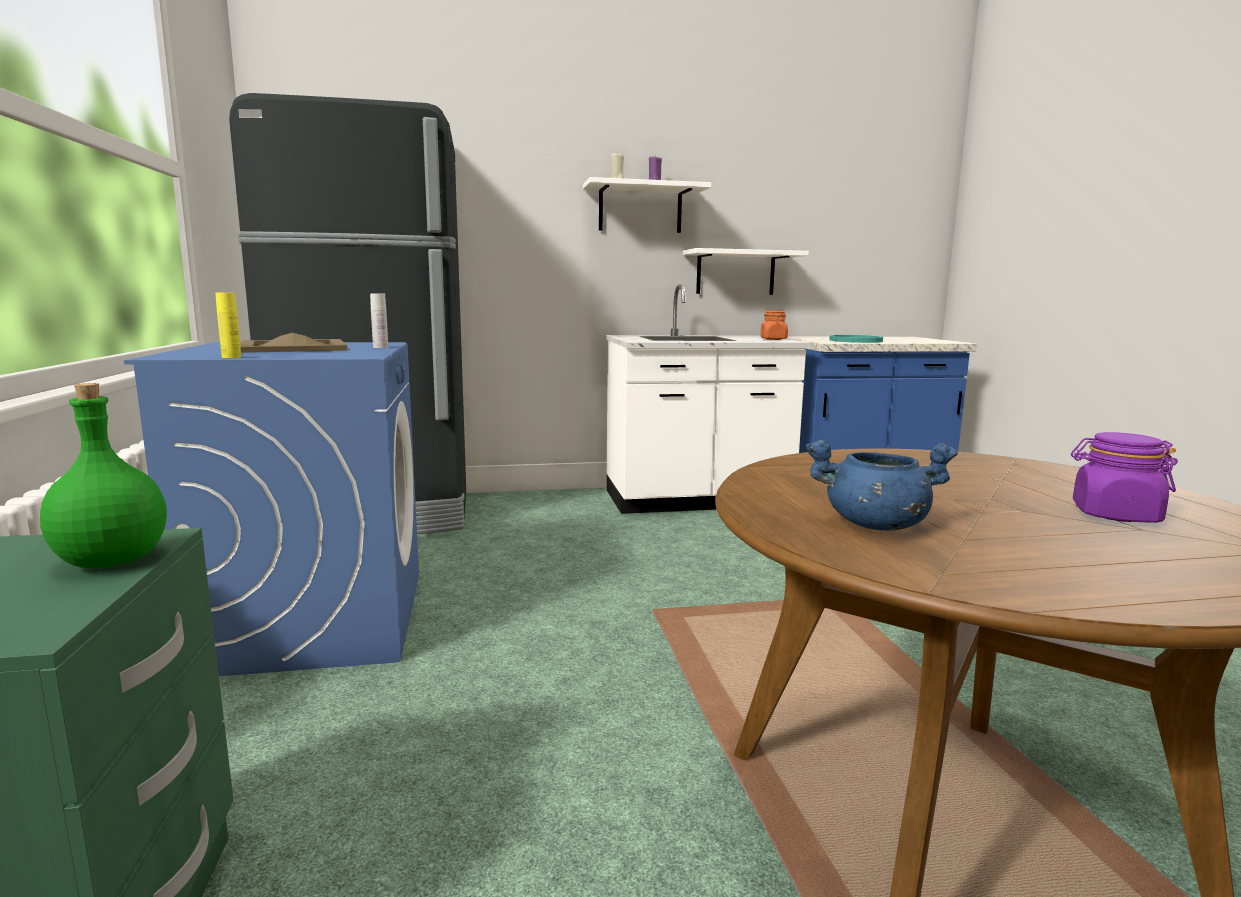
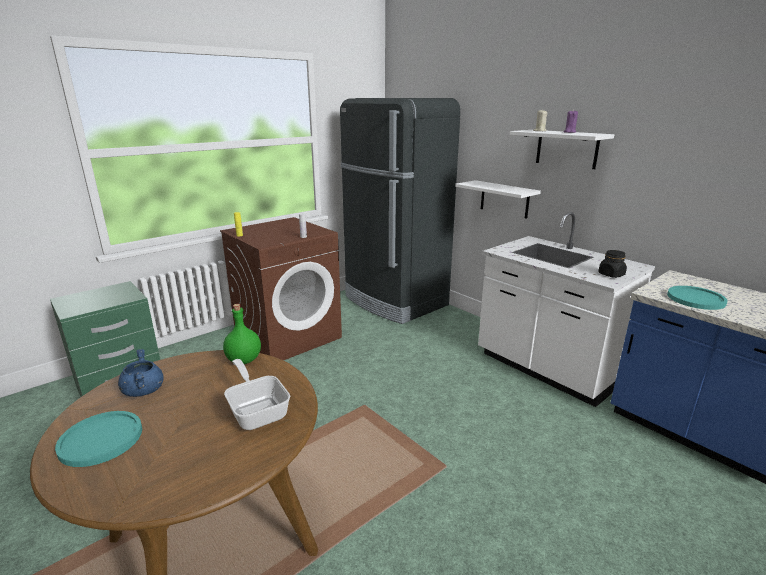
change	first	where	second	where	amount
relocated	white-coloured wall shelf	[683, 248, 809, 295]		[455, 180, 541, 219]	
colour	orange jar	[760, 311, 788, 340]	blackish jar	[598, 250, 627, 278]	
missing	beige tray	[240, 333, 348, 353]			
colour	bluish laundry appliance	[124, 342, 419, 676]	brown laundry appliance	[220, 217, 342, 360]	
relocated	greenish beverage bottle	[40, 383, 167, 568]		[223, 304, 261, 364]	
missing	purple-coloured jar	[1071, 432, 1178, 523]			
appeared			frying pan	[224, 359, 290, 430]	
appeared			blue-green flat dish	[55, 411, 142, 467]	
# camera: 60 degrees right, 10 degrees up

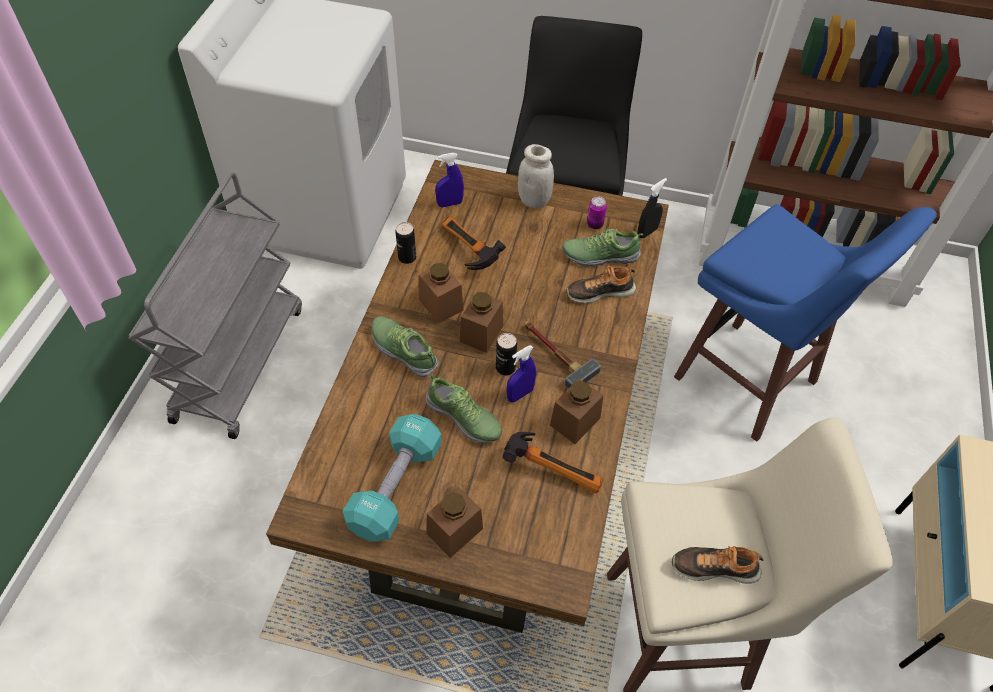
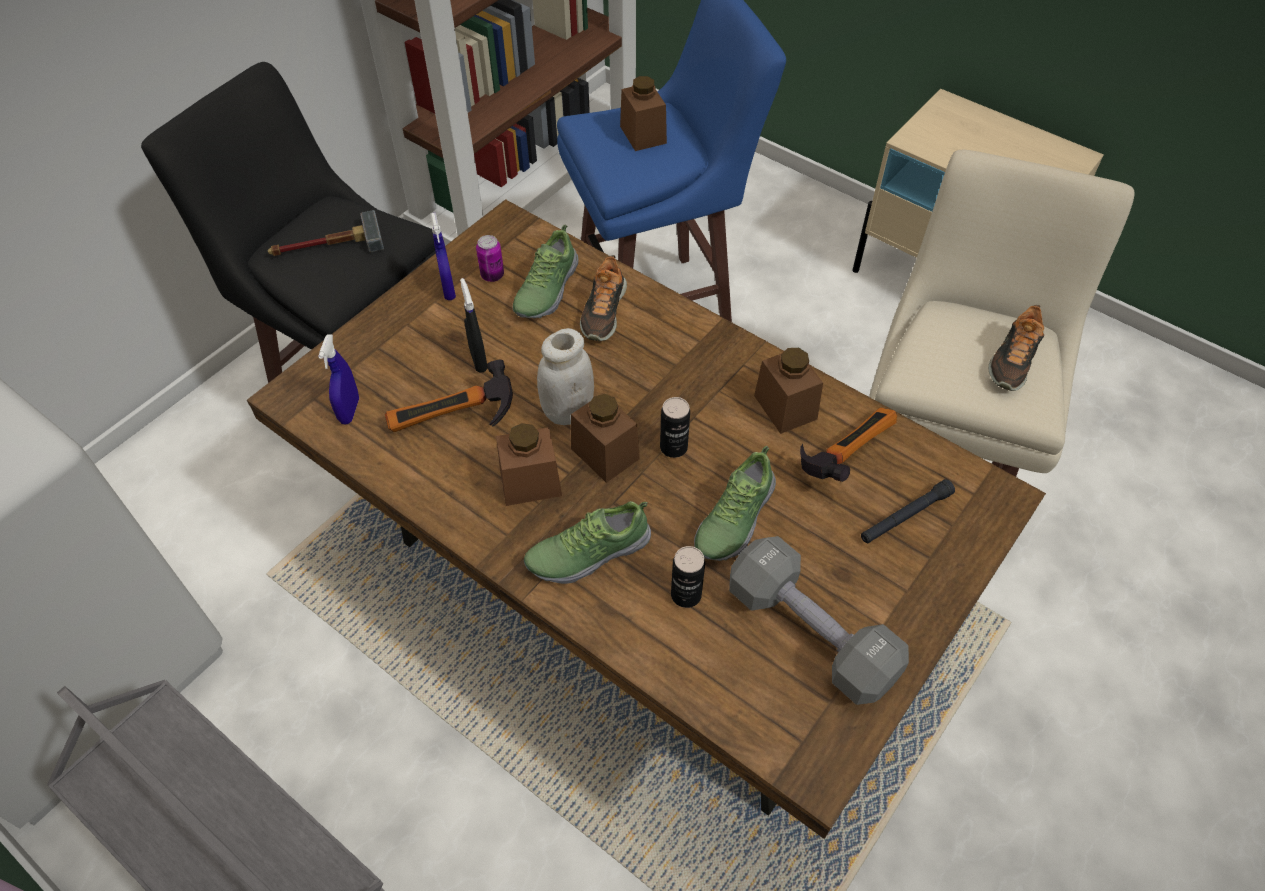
change	first	where	second	where	amount
relocated	white-coloured jar	[518, 144, 554, 209]		[537, 328, 594, 425]	
relocated	blackish sprayer	[637, 178, 667, 238]		[460, 278, 488, 372]	
relocated	metal can	[395, 222, 416, 264]		[671, 546, 705, 608]	
relocated	tool hammer	[524, 321, 601, 389]		[268, 210, 384, 256]	
relocated	bluish sprayer	[506, 345, 536, 402]		[430, 212, 456, 300]	
spun	shoe	[426, 374, 502, 443]		[694, 446, 776, 561]	150 degrees clockwise
colour	blue-green hand weight	[342, 414, 442, 542]	grey hand weight	[729, 536, 909, 705]	
relocated	brown jar	[426, 487, 483, 558]		[620, 76, 667, 151]	
appeared			blackish hand torch	[861, 479, 955, 543]	
# camera: 65 degrees left, 0 degrees up

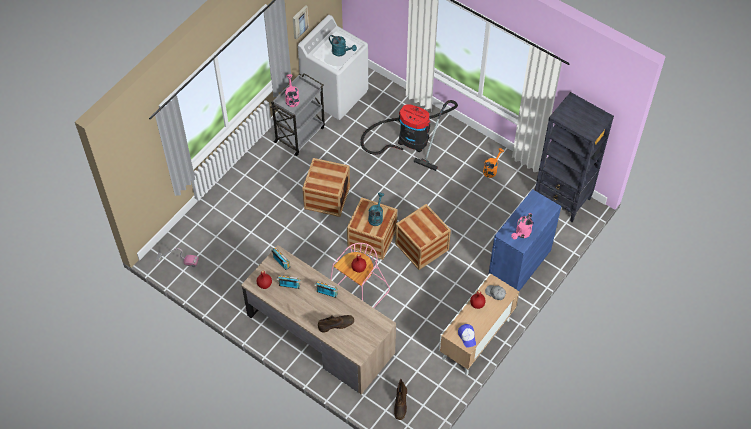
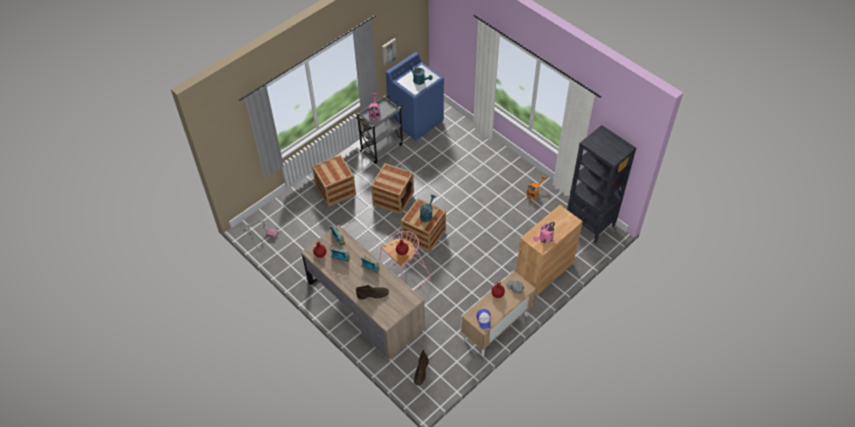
change	first	where	second	where	amount
colour	white-coloured laundry appliance	[298, 15, 368, 120]	bluish laundry appliance	[386, 52, 444, 140]	
missing	vacuum	[361, 100, 458, 171]			
colour	bluish storage cabinet	[488, 189, 561, 291]	brown storage cabinet	[516, 205, 583, 297]	
relocated	shipping crate	[395, 204, 451, 270]		[312, 155, 356, 207]	
# camera: 10 degrees right, 5 degrees down

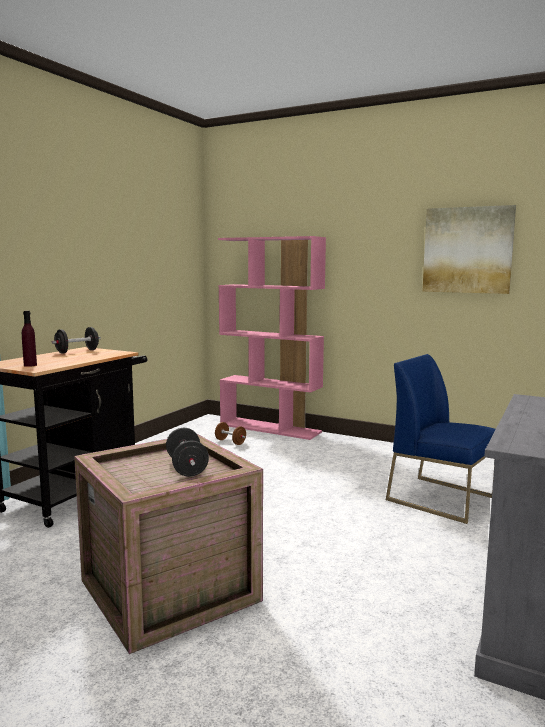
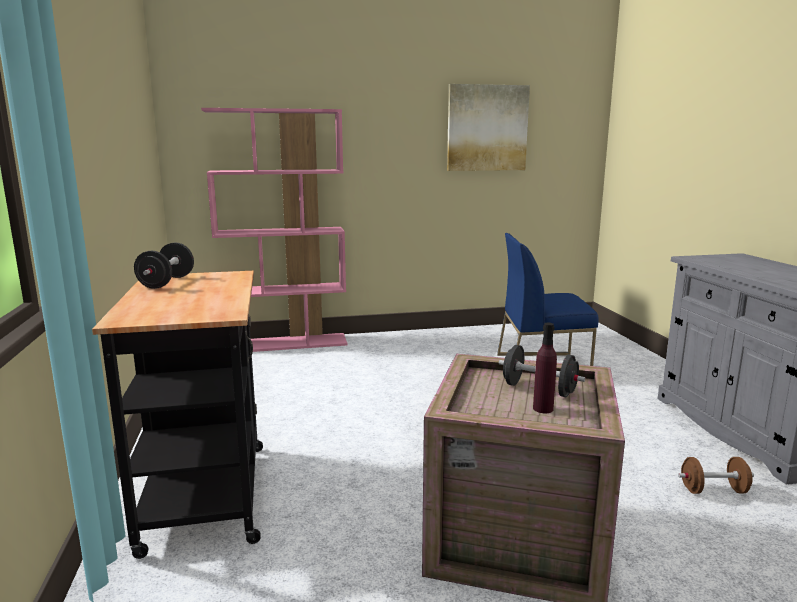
change	first	where	second	where	amount
relocated	purple-coloured beverage bottle	[22, 311, 37, 367]		[533, 323, 557, 413]	
relocated	brown hand weight	[215, 422, 246, 445]		[678, 457, 754, 494]	
# camera: 40 degrees left, 5 degrees up

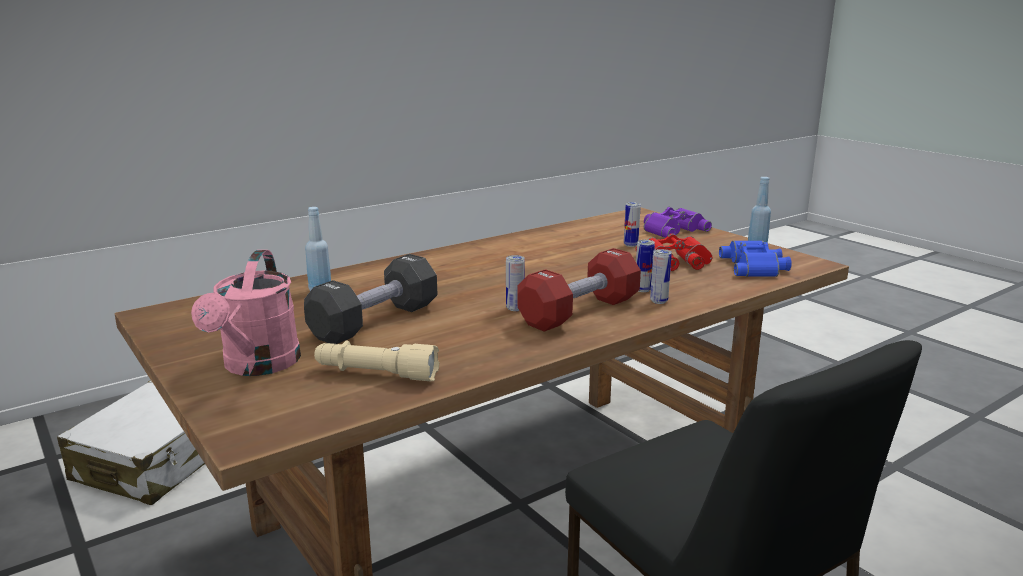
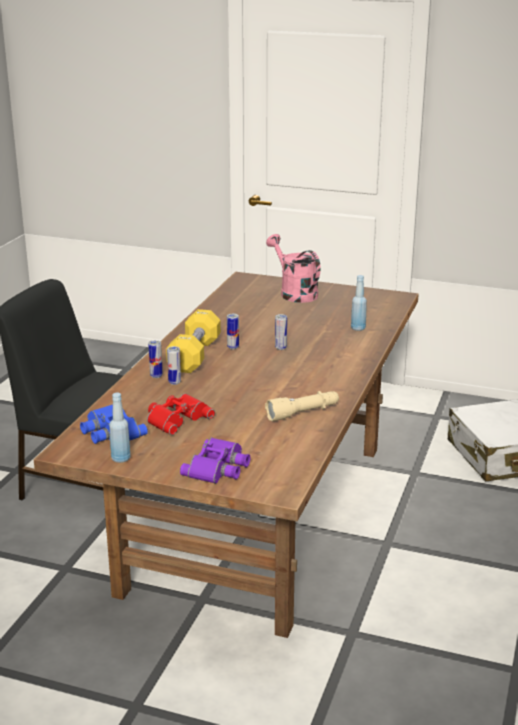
change	first	where	second	where	amount
relocated	metal can	[624, 202, 641, 247]		[275, 314, 287, 350]	
colour	red-coloured hand weight	[517, 248, 641, 332]	yellowish hand weight	[166, 309, 221, 373]	
missing	blackish hand weight	[304, 254, 437, 344]			
relocated	beige hand torch	[314, 341, 439, 381]		[265, 391, 339, 421]	
# camera: 145 degrees right, 5 degrees up

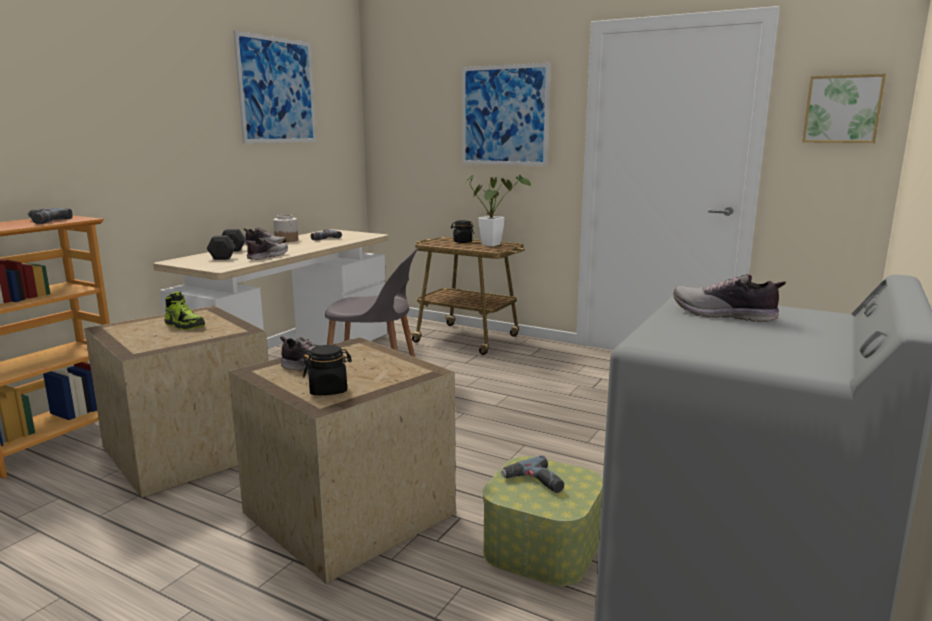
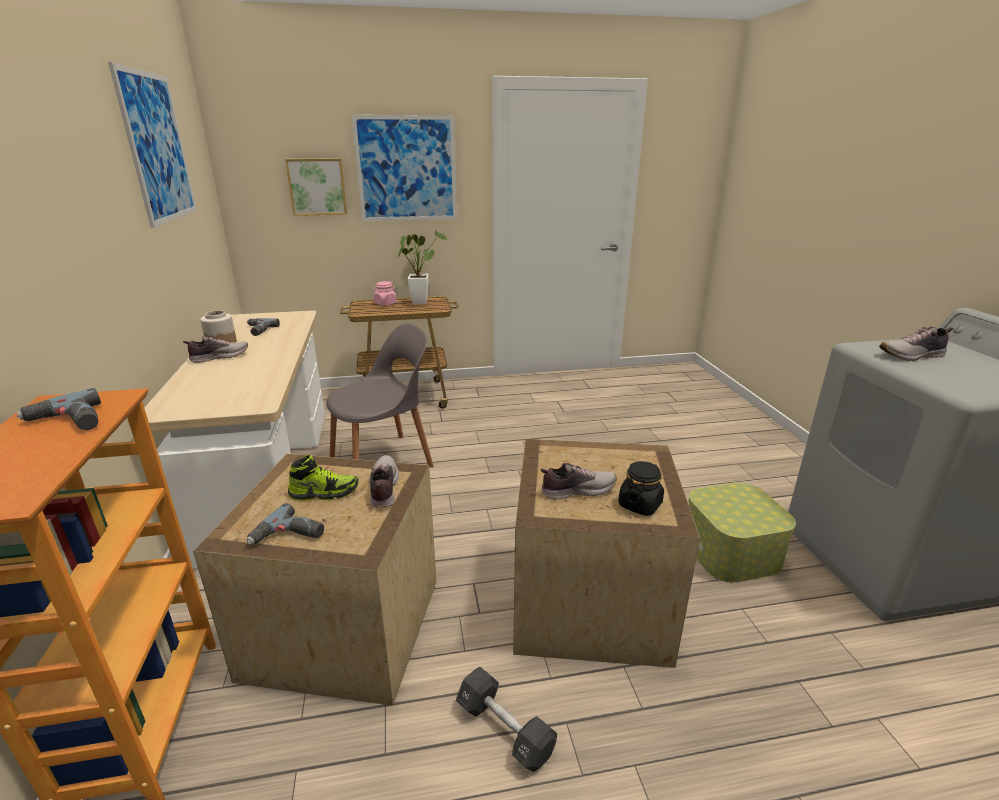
change	first	where	second	where	amount
relocated	wall picture	[802, 74, 886, 143]		[285, 158, 347, 216]	
colour	blackish jar	[451, 220, 474, 243]	pink jar	[373, 281, 397, 306]	
relocated	blackish hand weight	[207, 229, 246, 260]		[456, 667, 557, 772]	
relocated	shoe	[246, 238, 288, 260]		[369, 455, 399, 508]	
relocated	drill	[501, 455, 564, 493]		[247, 503, 324, 544]	
# camera: 40 degrees left, 10 degrees up

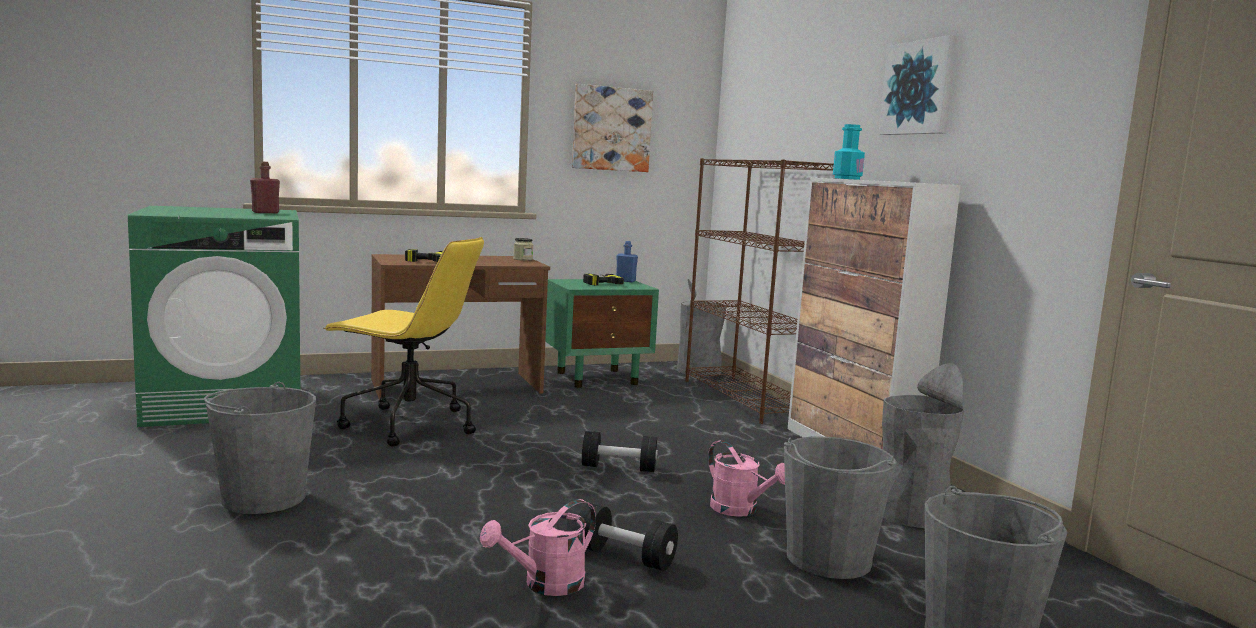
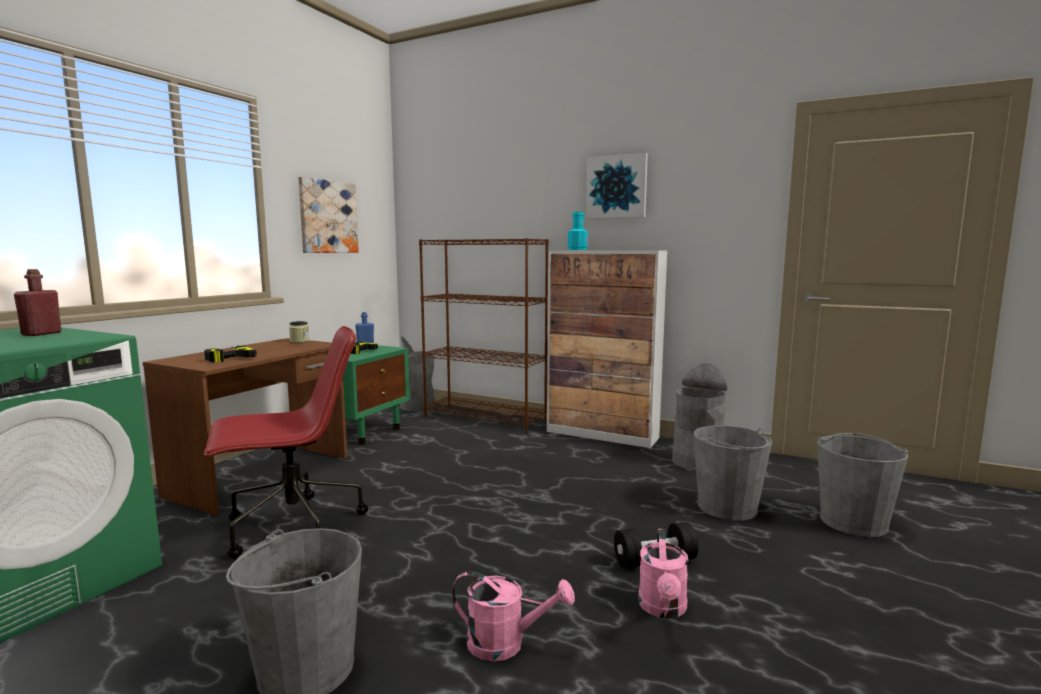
change	first	where	second	where	amount
colour	yellowish office chair	[323, 237, 484, 447]	red-coloured office chair	[204, 326, 368, 559]	
missing	blackish hand weight	[582, 431, 658, 472]			
relocated	pink sprinkling can	[708, 440, 785, 517]		[452, 571, 575, 661]	
# camera: 40 degrees left, 0 degrees up

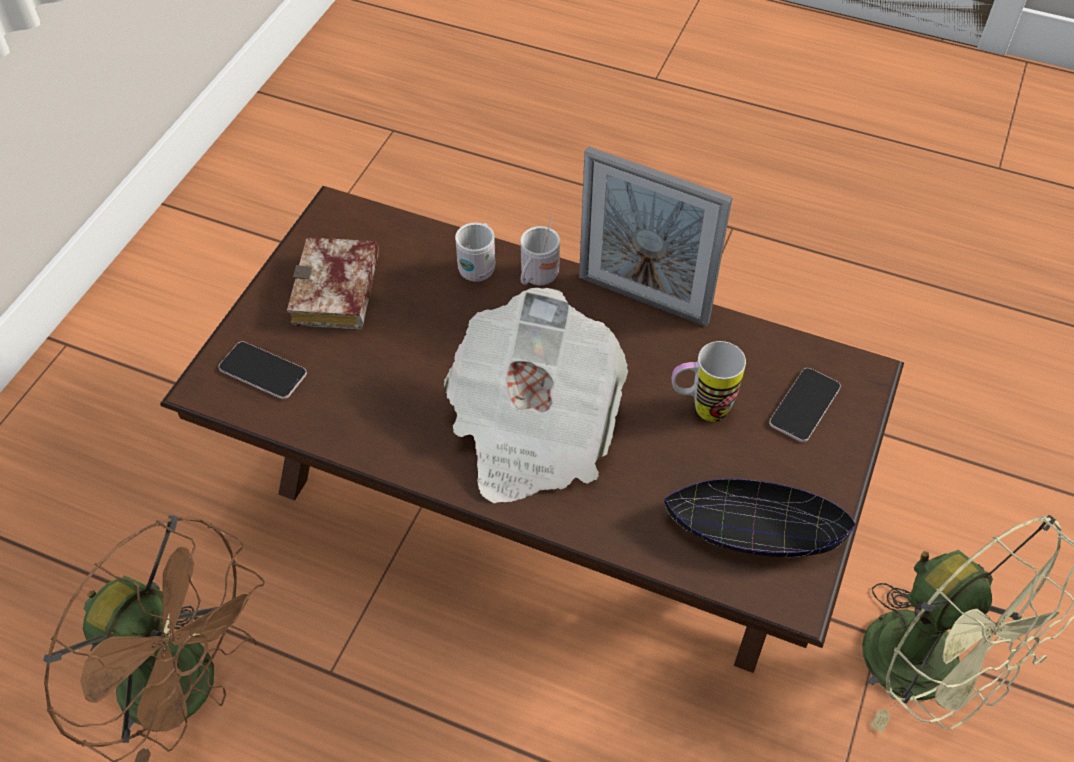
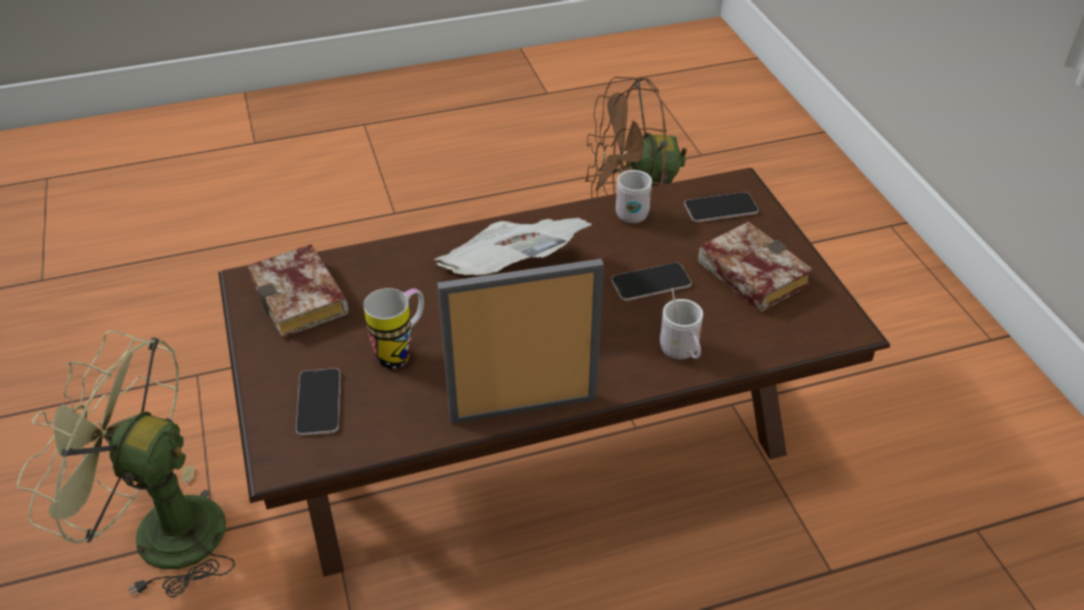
change	first	where	second	where	amount
relocated	white-coloured tea mug	[520, 216, 560, 285]		[616, 170, 652, 223]	
exchanged	blackish deep dish	[664, 479, 856, 557]	bound book	[247, 244, 348, 338]	
appeared			telephone	[611, 262, 692, 301]	
# camera: 140 degrees right, 10 degrees down

